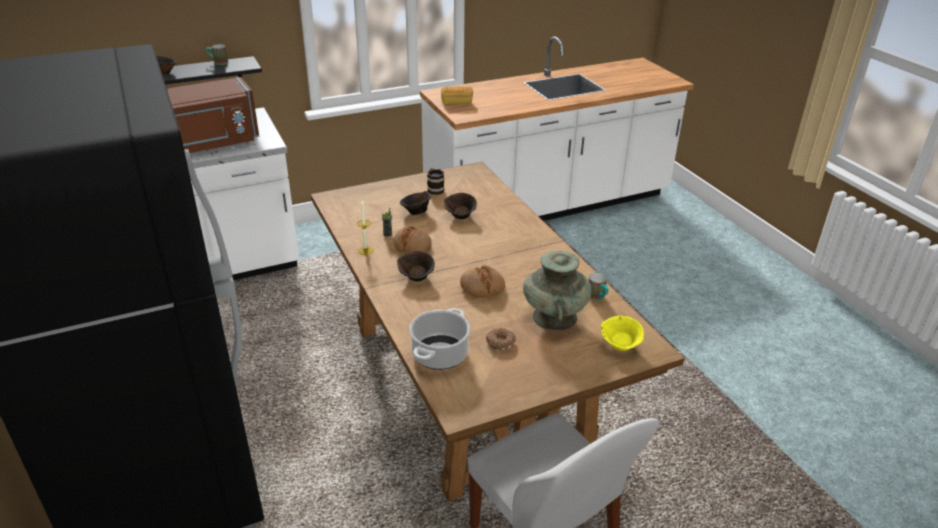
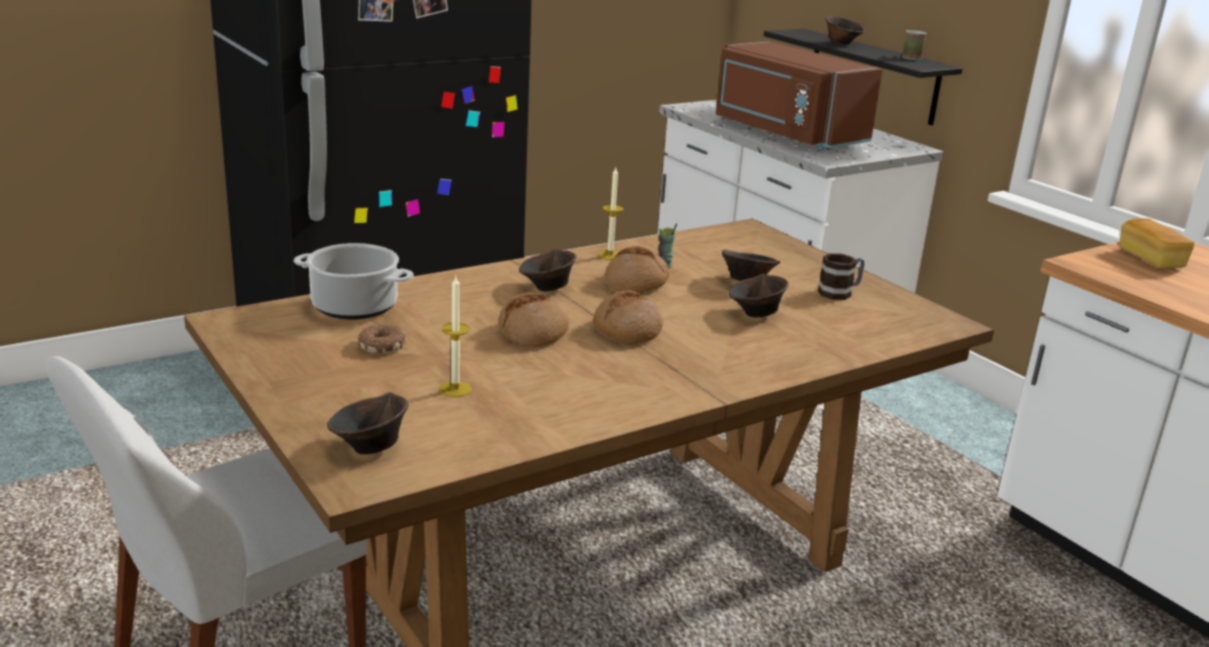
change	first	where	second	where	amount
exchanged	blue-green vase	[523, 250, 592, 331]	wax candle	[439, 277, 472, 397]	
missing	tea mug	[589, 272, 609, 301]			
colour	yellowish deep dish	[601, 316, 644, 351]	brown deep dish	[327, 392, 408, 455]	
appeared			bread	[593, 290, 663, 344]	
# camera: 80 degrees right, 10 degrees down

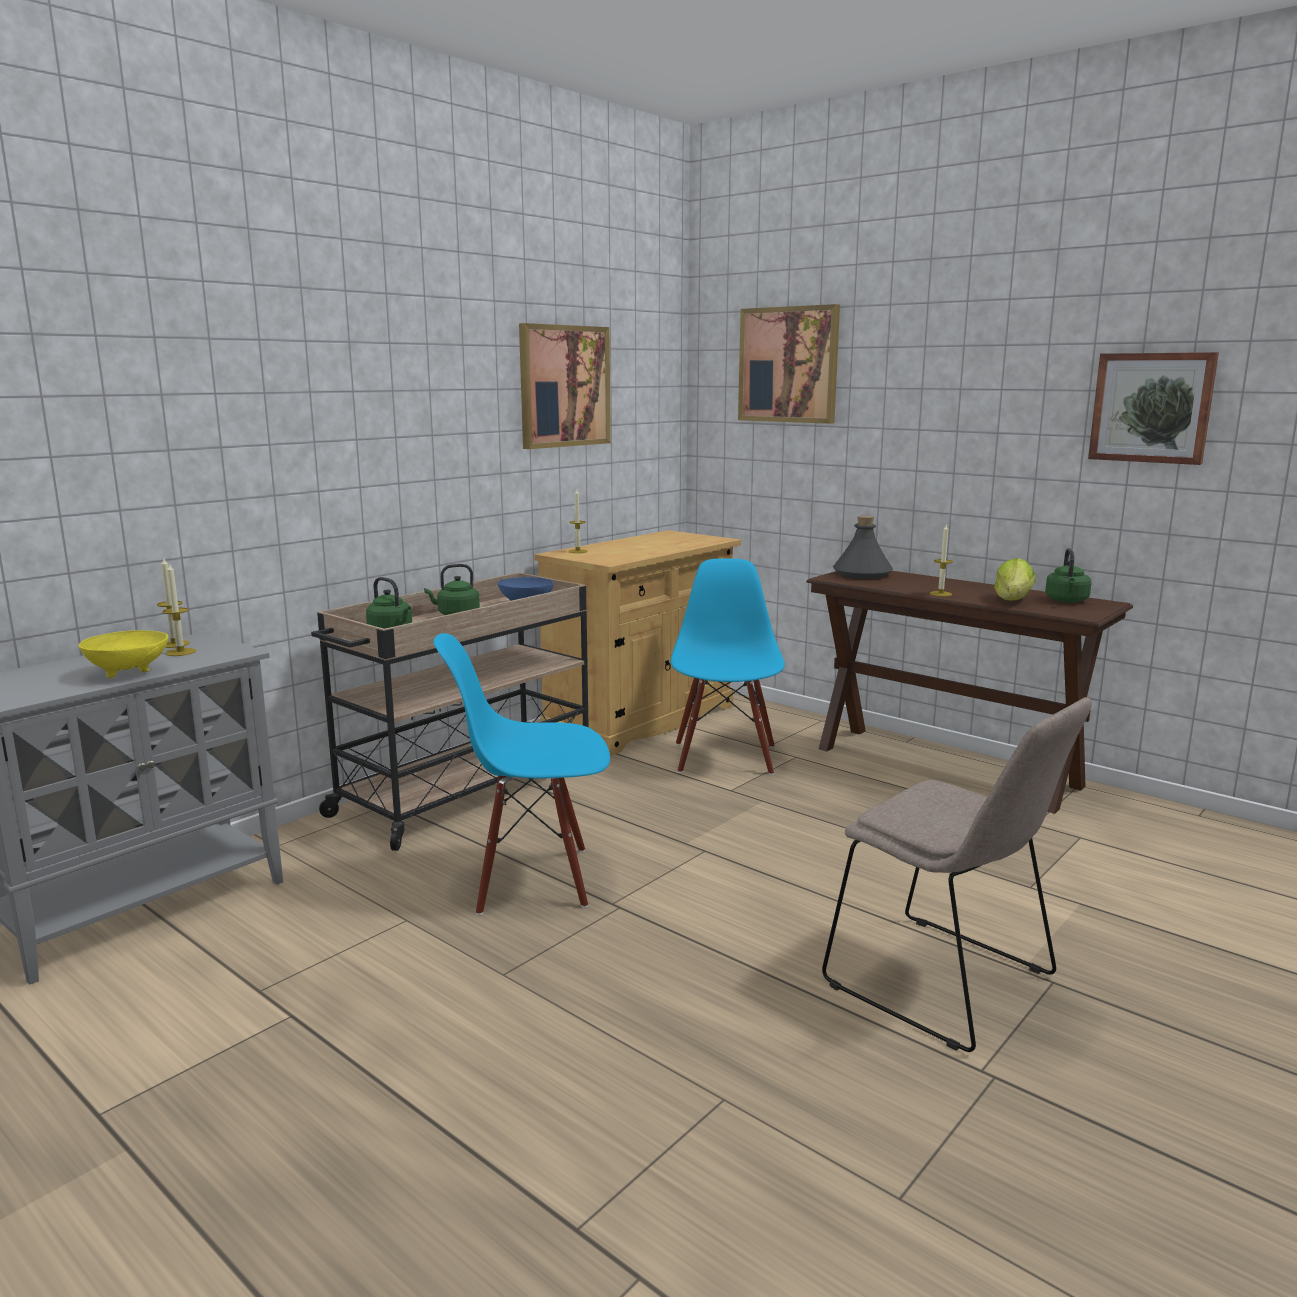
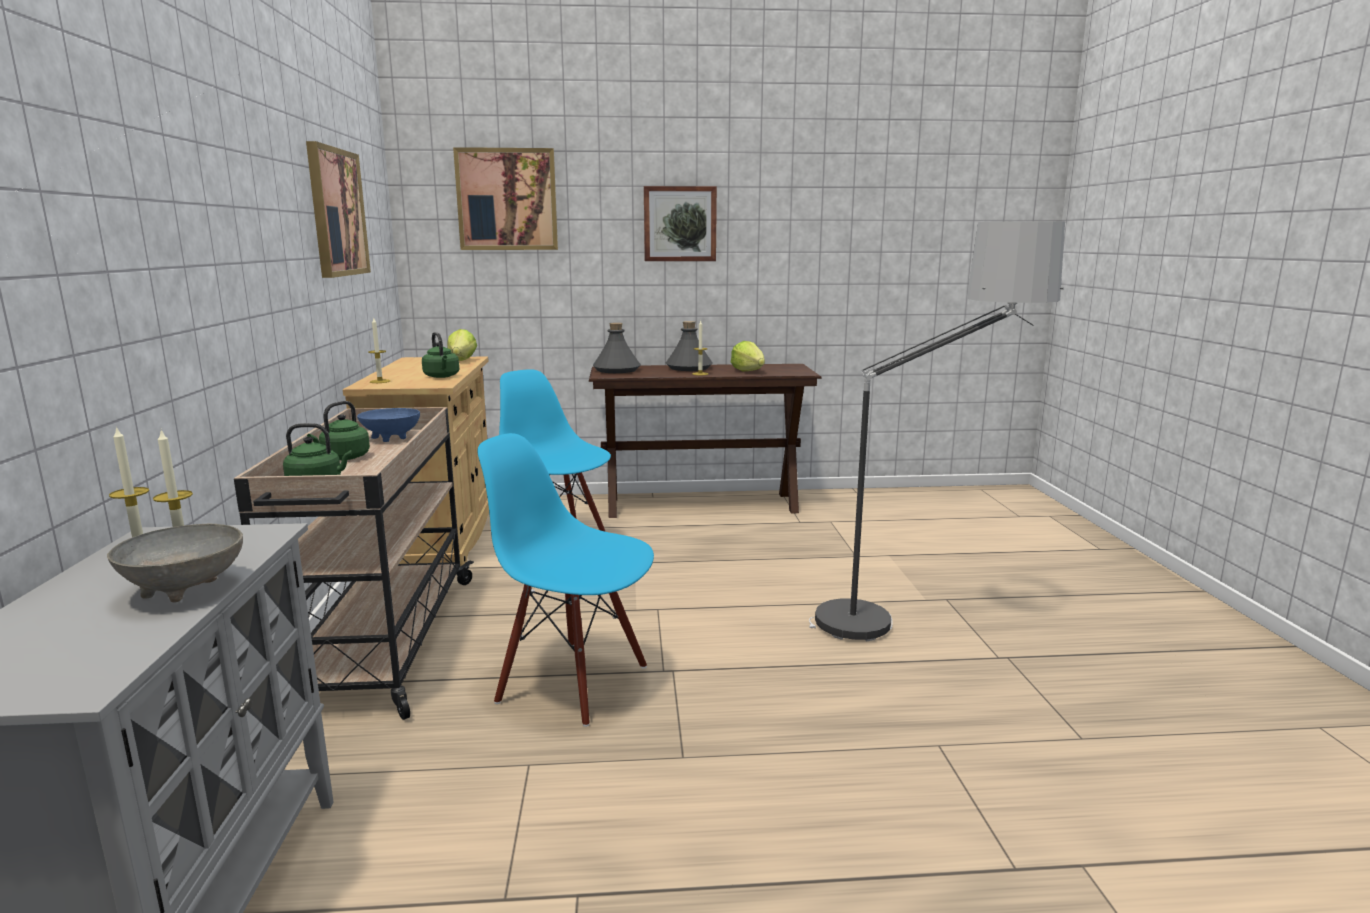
change	first	where	second	where	amount
relocated	wall picture	[1088, 352, 1219, 465]		[644, 186, 717, 261]	
relocated	greenish kettle	[1045, 548, 1091, 603]		[422, 332, 459, 378]	
colour	yellowish deep dish	[79, 630, 168, 678]	grey deep dish	[107, 524, 243, 602]	
spun	bluish upright chair	[433, 633, 610, 915]		[478, 433, 654, 727]	75 degrees clockwise
exchanged	beige upright chair	[822, 697, 1092, 1052]	standing lamp	[809, 221, 1065, 642]	
appeared			grey beverage bottle	[666, 321, 712, 371]	
appeared			lettuce	[447, 329, 477, 361]	
# camera: 45 degrees left, 0 degrees up

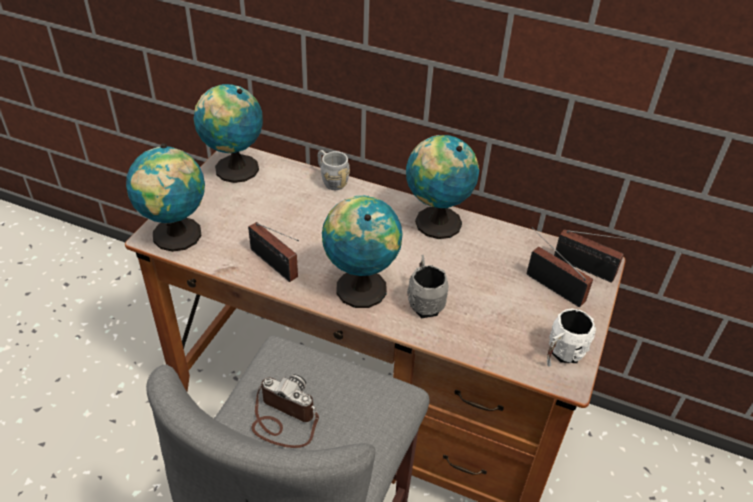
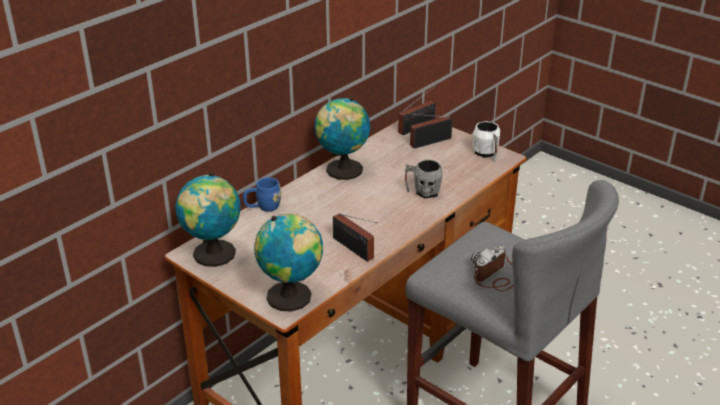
change	first	where	second	where	amount
colour	grey tea mug	[318, 150, 350, 190]	bluish tea mug	[243, 177, 282, 212]	
missing	world globe	[322, 195, 403, 308]			
spun	radio receiver	[248, 222, 299, 282]		[333, 213, 377, 261]	75 degrees clockwise
# camera: 70 degrees left, 10 degrees down

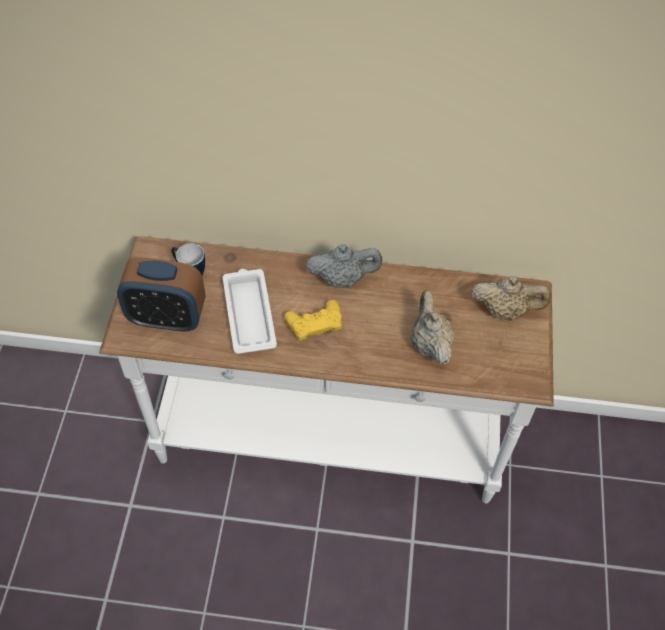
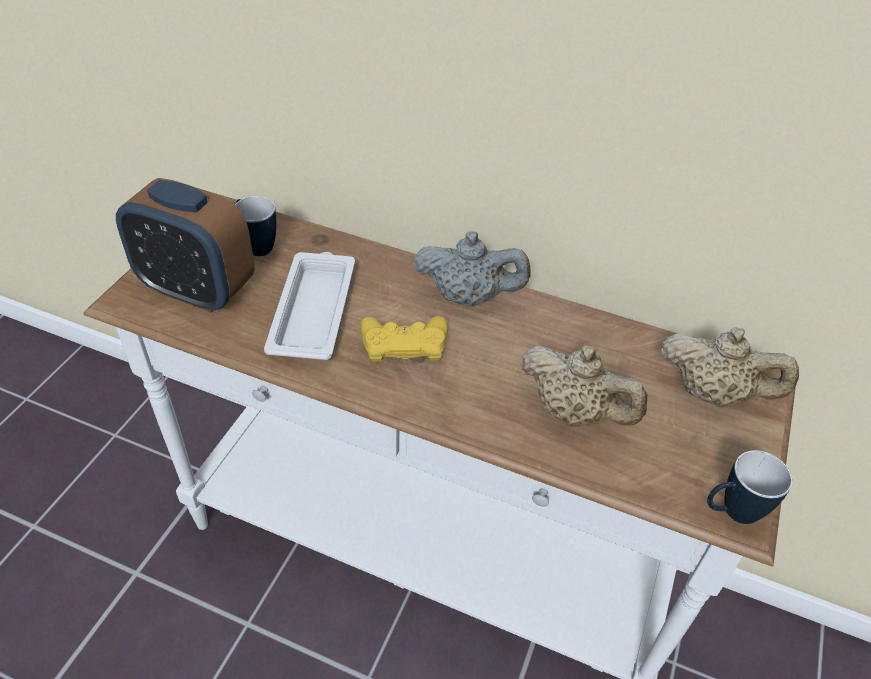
change	first	where	second	where	amount
spun	beige teapot	[410, 290, 455, 365]		[520, 345, 647, 427]	120 degrees clockwise
appeared			tea mug	[707, 450, 793, 524]	
# camera: 15 degrees right, 10 degrees down

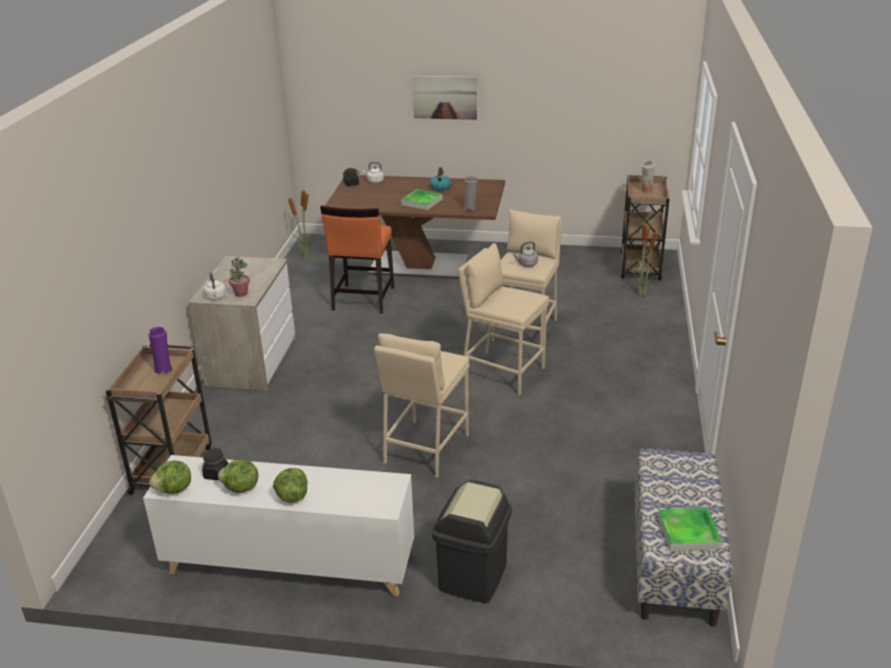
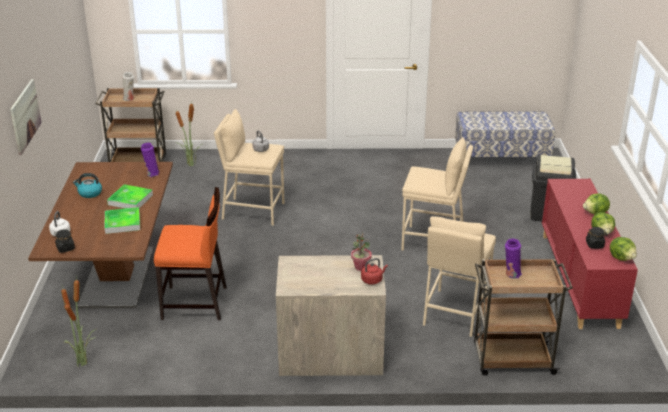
change	first	where	second	where	amount
colour	grey vase	[463, 176, 478, 211]	purple-coloured vase	[141, 143, 160, 177]	
relocated	beige stool	[458, 243, 549, 395]		[423, 216, 496, 337]	
colour	white-coloured kettle	[204, 272, 226, 300]	red-coloured kettle	[361, 258, 388, 285]	
colour	white-coloured storage cabinet	[143, 455, 414, 596]	red-coloured storage cabinet	[542, 179, 638, 329]	
relocated	tray	[658, 507, 722, 552]		[104, 207, 140, 234]	
# camera: 100 degrees left, 0 degrees up

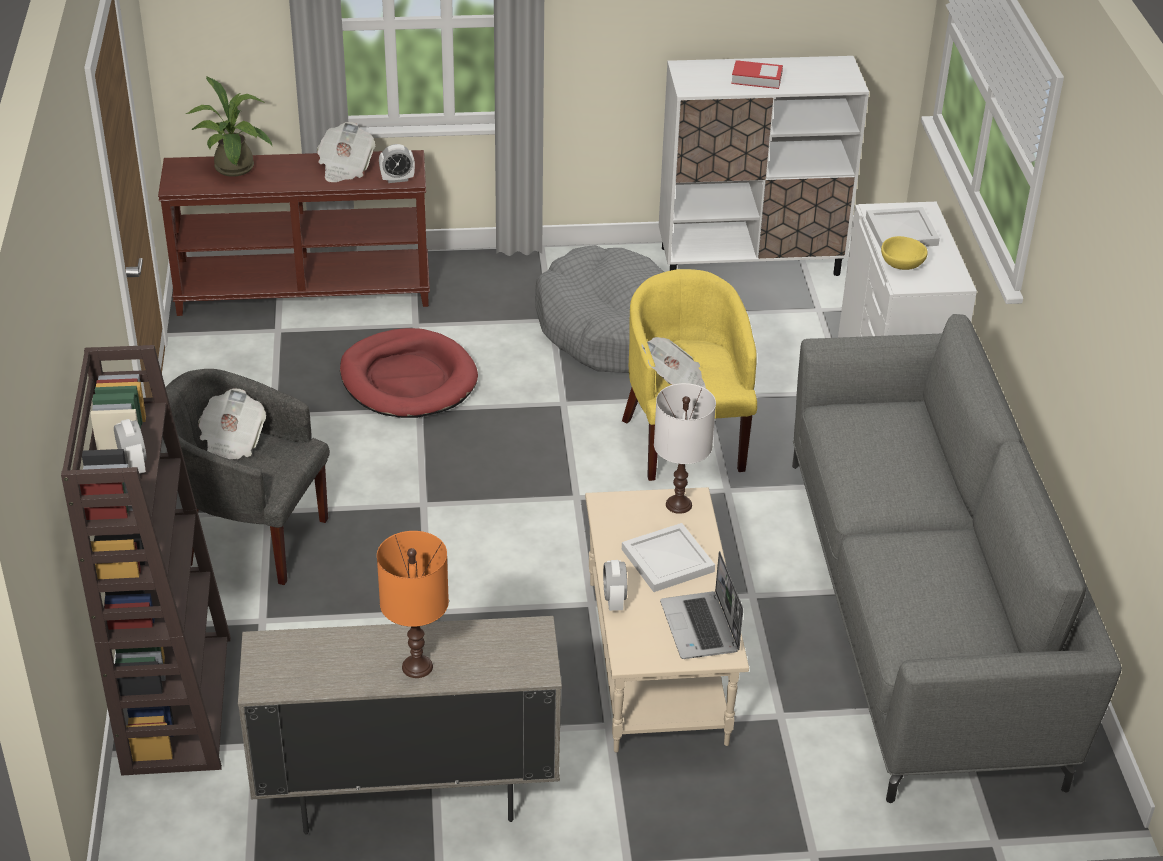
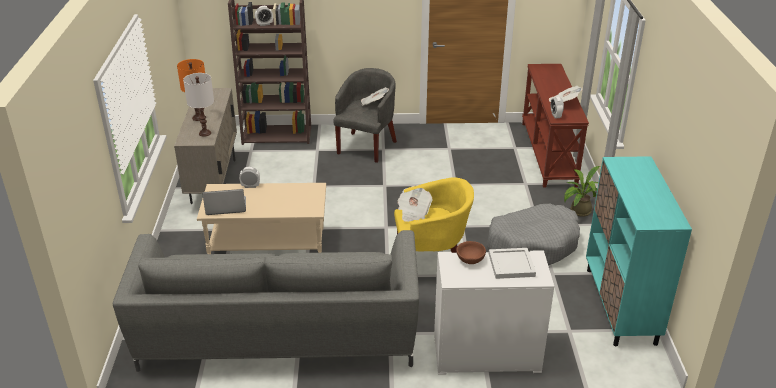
change	first	where	second	where	amount
colour	white-coloured storage cabinet	[659, 56, 869, 276]	blue-green storage cabinet	[586, 156, 692, 346]	
missing	bound book	[731, 60, 783, 89]			
relocated	plant in a pot	[185, 77, 272, 177]		[564, 166, 600, 217]	
colour	yellowish deep dish	[881, 236, 928, 270]	brown deep dish	[456, 241, 486, 264]	
missing	red-coloured pet bed	[340, 328, 478, 418]			
relocated	white-coloured table lamp	[654, 383, 716, 514]		[183, 73, 214, 137]	
missing	white-coloured tray	[622, 523, 715, 592]			
# camera: 95 degrees right, 5 degrees down

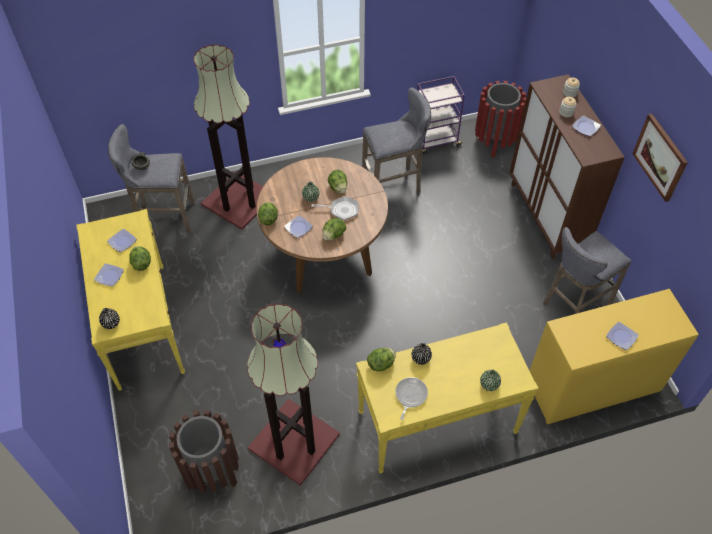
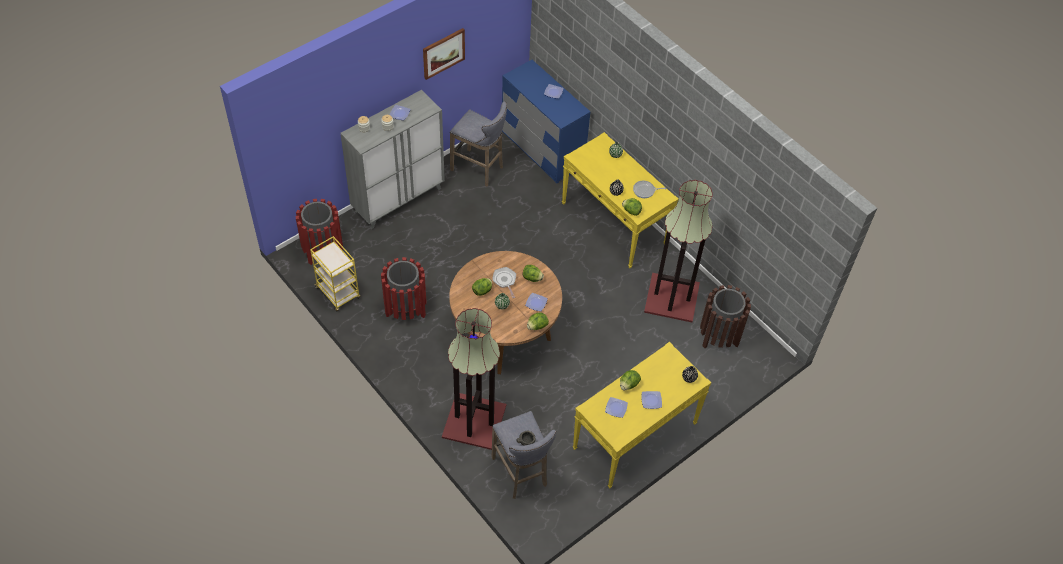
change	first	where	second	where	amount
colour	brown storage cabinet	[510, 74, 625, 259]	grey storage cabinet	[341, 90, 445, 229]	
colour	purple-coloured wheeled cart	[417, 76, 465, 154]	yellowish wheeled cart	[310, 236, 361, 312]	
exchanged	grey stool	[362, 87, 431, 194]	red-coloured rubbish bin	[381, 257, 426, 320]	
colour	yellowish drawer chest	[529, 289, 699, 424]	bluish drawer chest	[502, 60, 590, 183]	
# camera: 115 degrees left, 0 degrees up

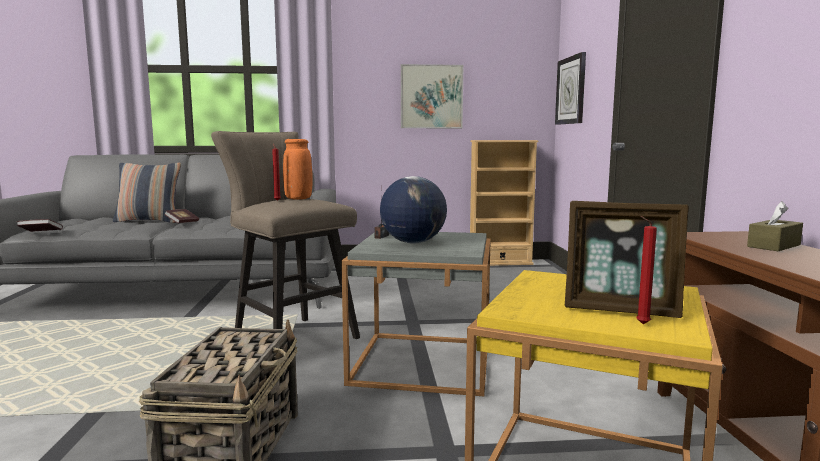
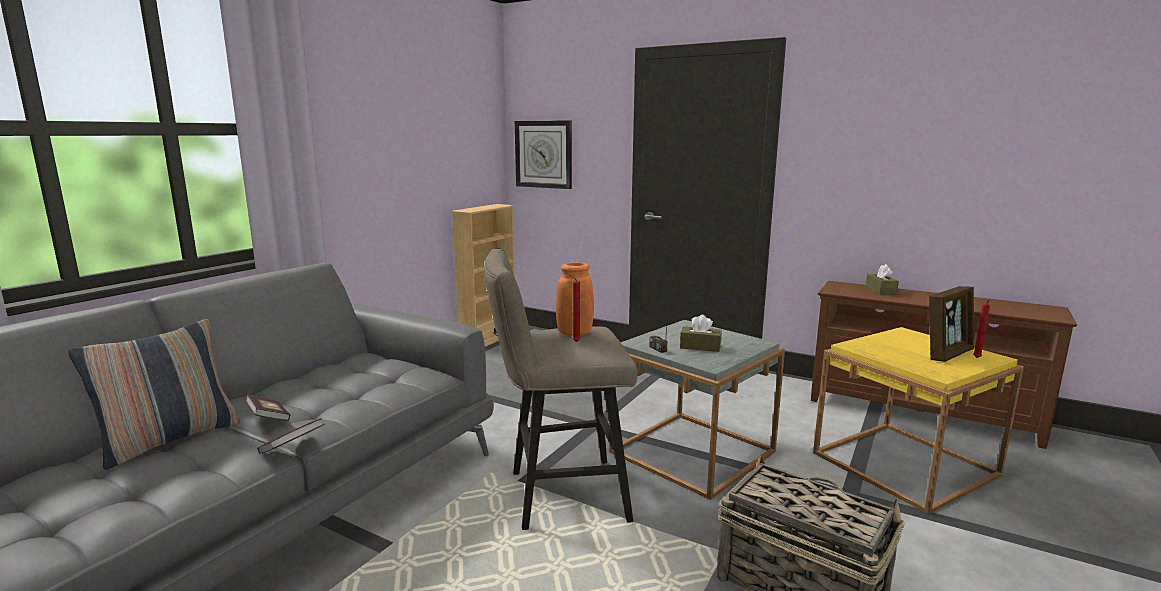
change	first	where	second	where	amount
missing	wall picture	[401, 64, 463, 128]			
exchanged	world globe	[380, 176, 447, 243]	brown tissue box	[680, 315, 722, 352]	
relocated	bound book	[17, 219, 63, 232]		[257, 418, 325, 454]	
# camera: 55 degrees left, 5 degrees up

